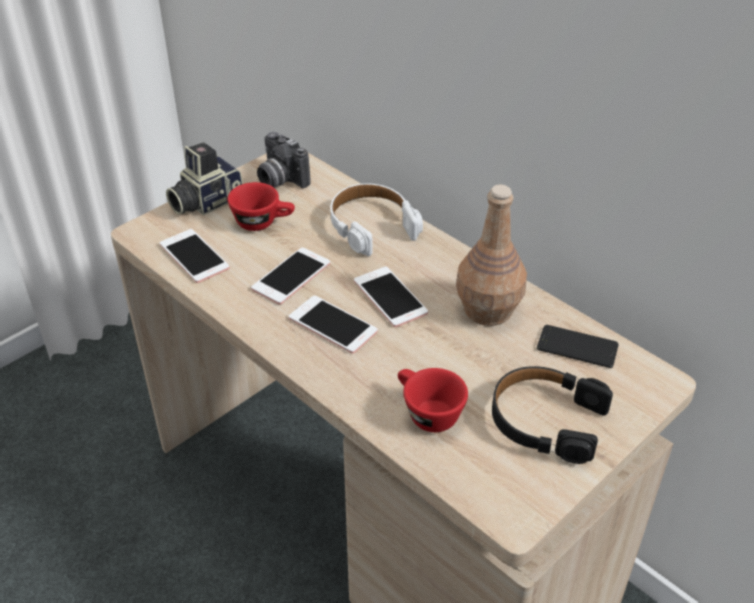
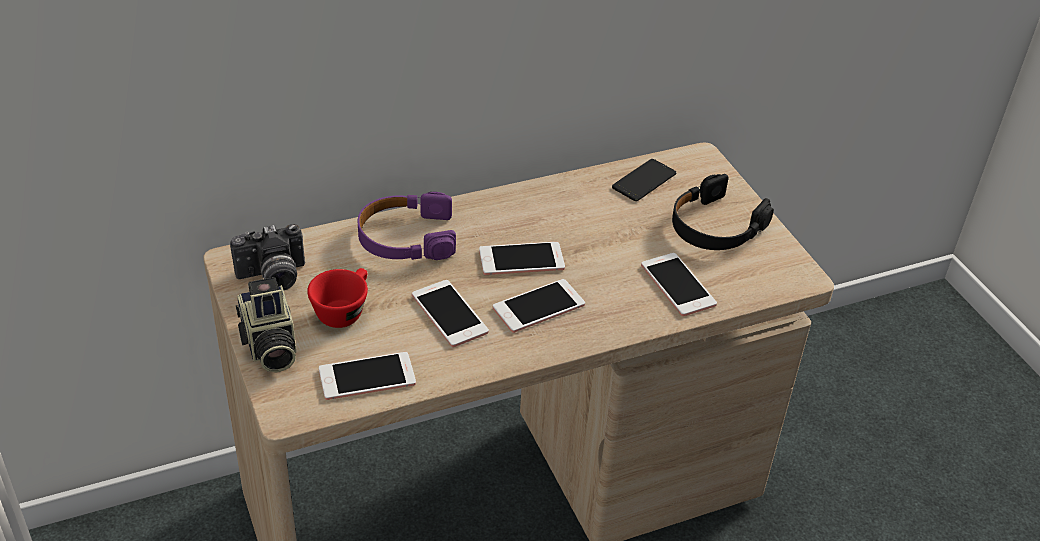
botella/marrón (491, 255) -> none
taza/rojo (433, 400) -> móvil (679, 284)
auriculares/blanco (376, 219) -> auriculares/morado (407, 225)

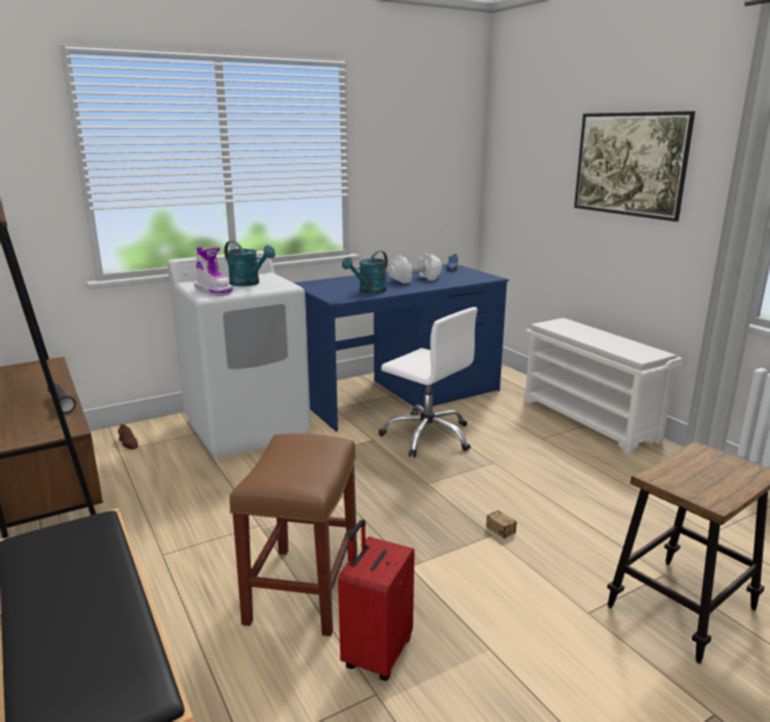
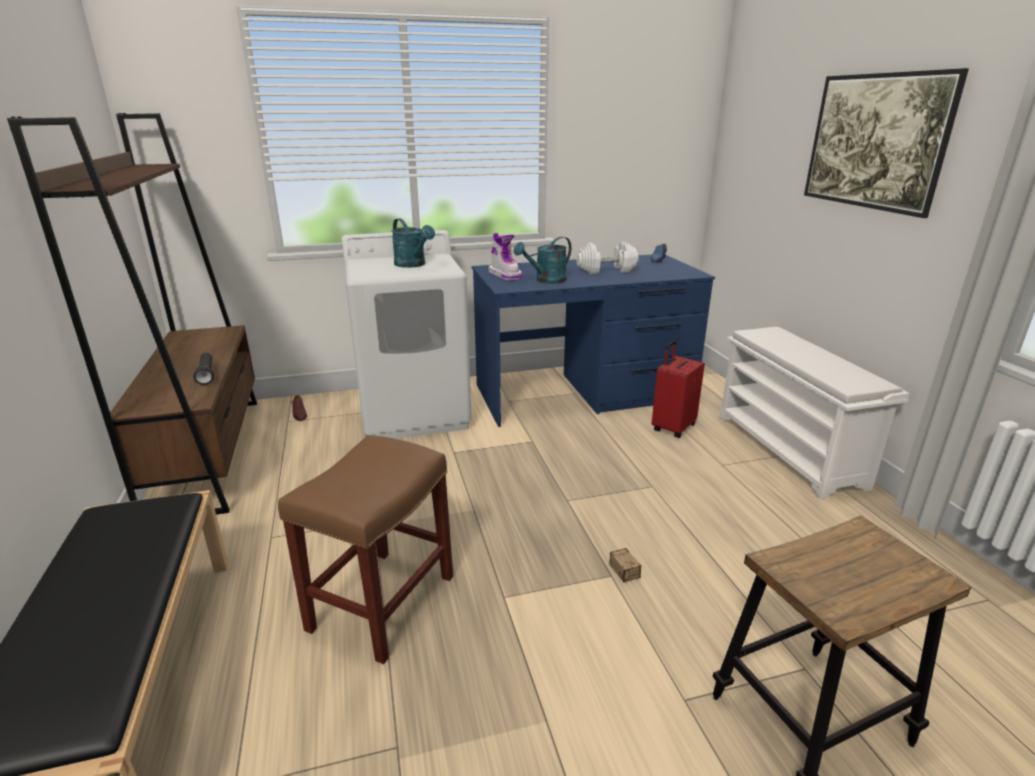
silla de oficina/blanco (428, 382) -> none
bota (213, 271) -> bota (505, 257), shifted
maleta/rojo (376, 600) -> maleta/rojo (678, 389), shifted

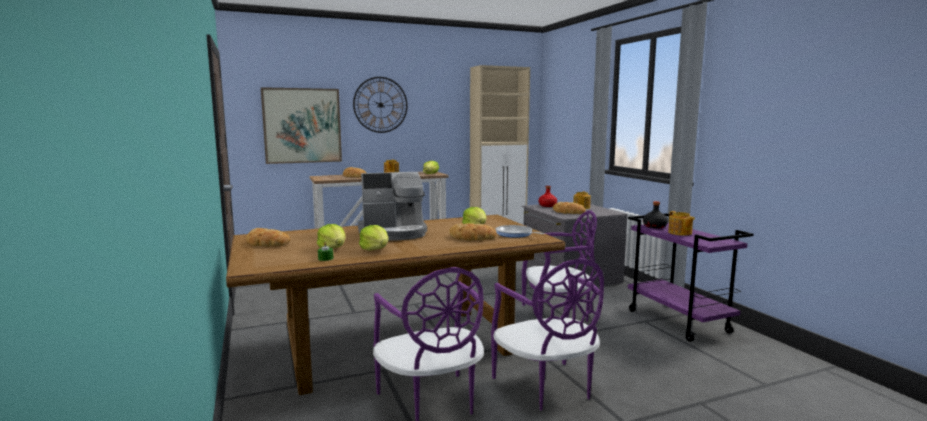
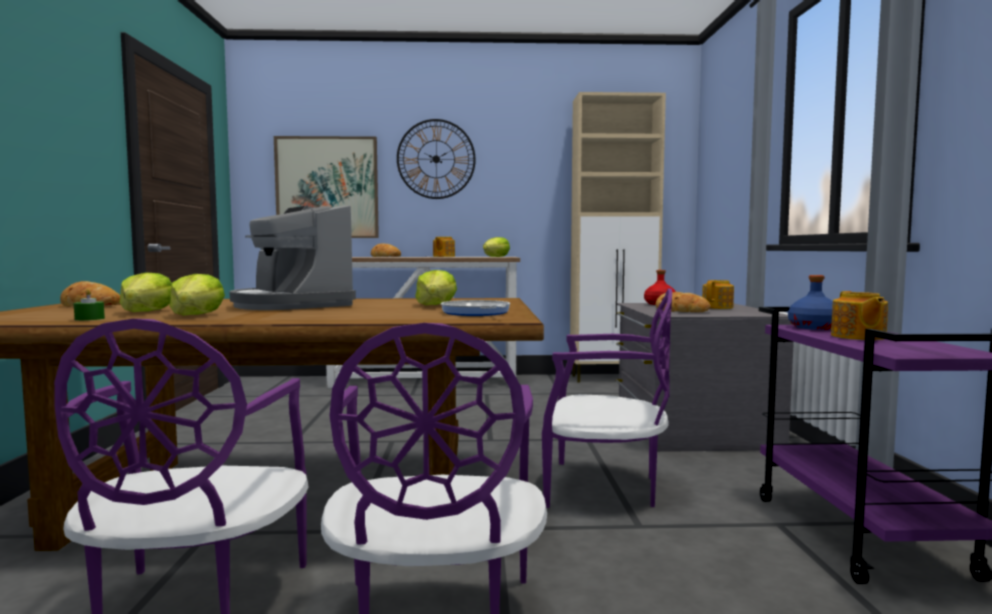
pan (473, 232) -> none
botella/negro (655, 214) -> botella/azul (810, 302)
cafetera (392, 206) -> cafetera (292, 257), 45 degrees clockwise

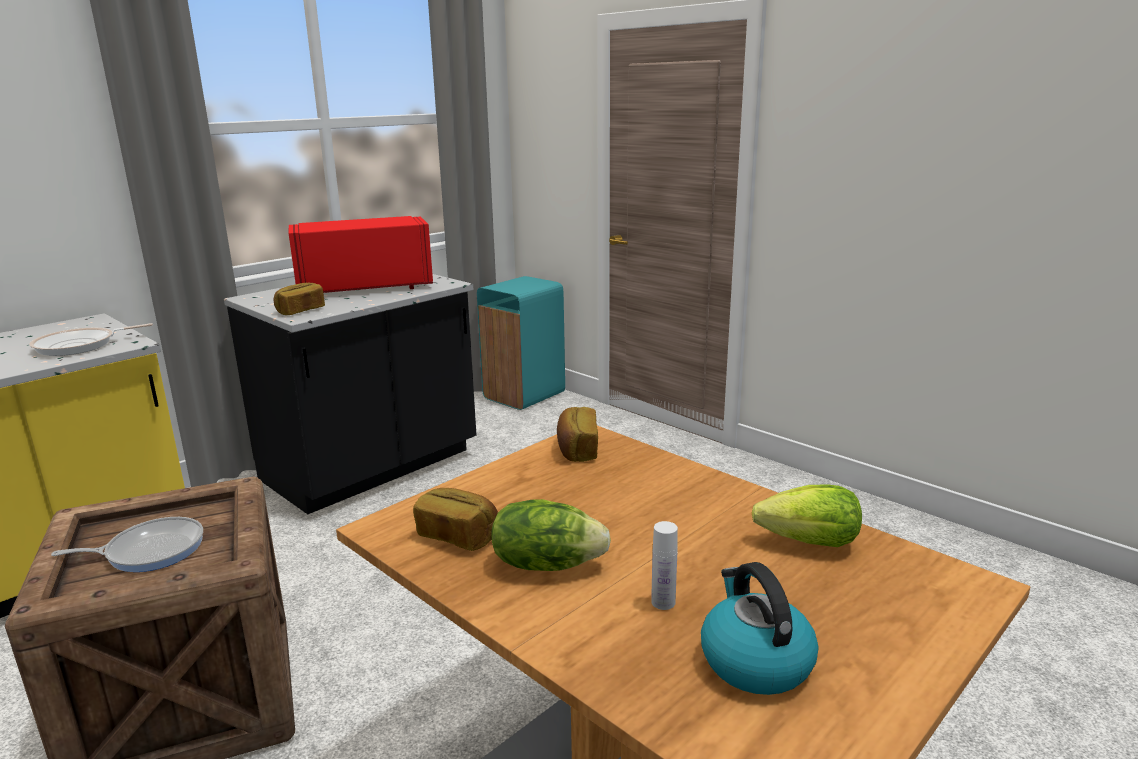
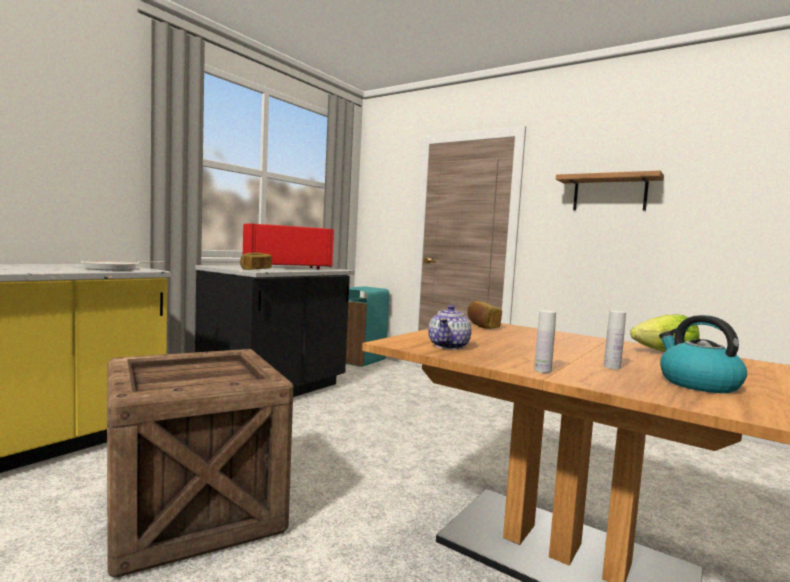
sartén (127, 544) -> none
lechuga (551, 535) -> none
none -> botella/blanco (545, 341)
none -> estante (610, 190)
pan (455, 519) -> tetera (450, 327)

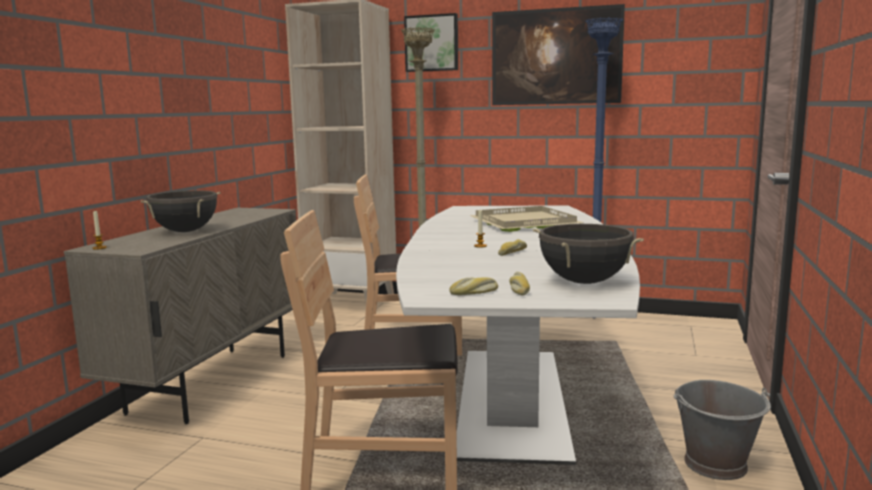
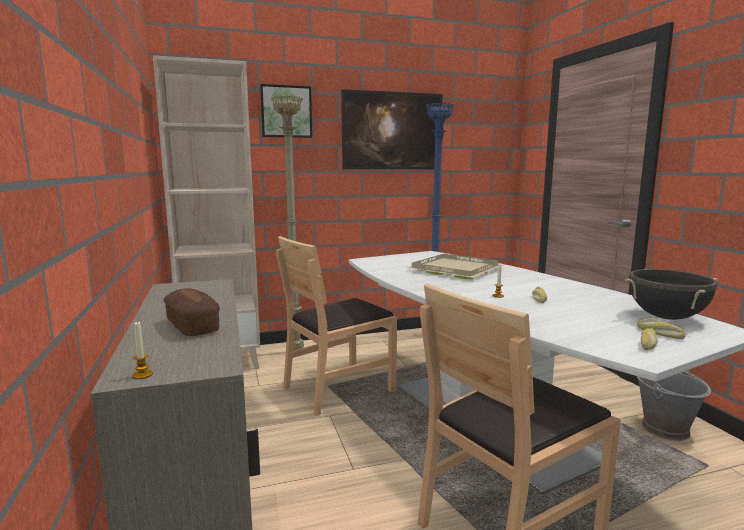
olla/negro (181, 211) -> pan (191, 312)

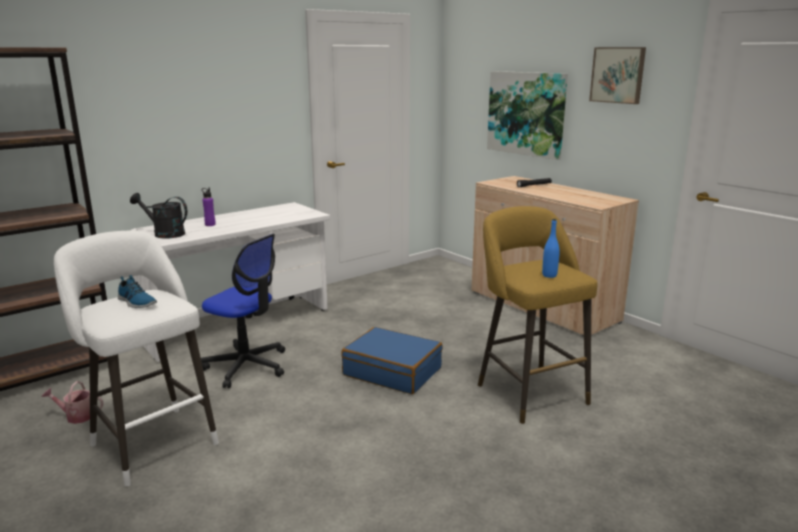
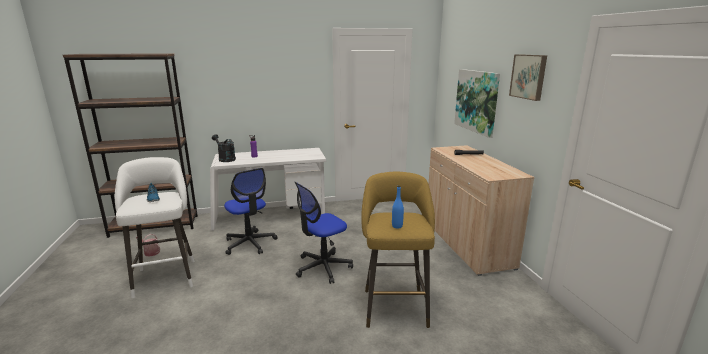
maleta/azul (392, 360) -> silla de oficina (324, 233)

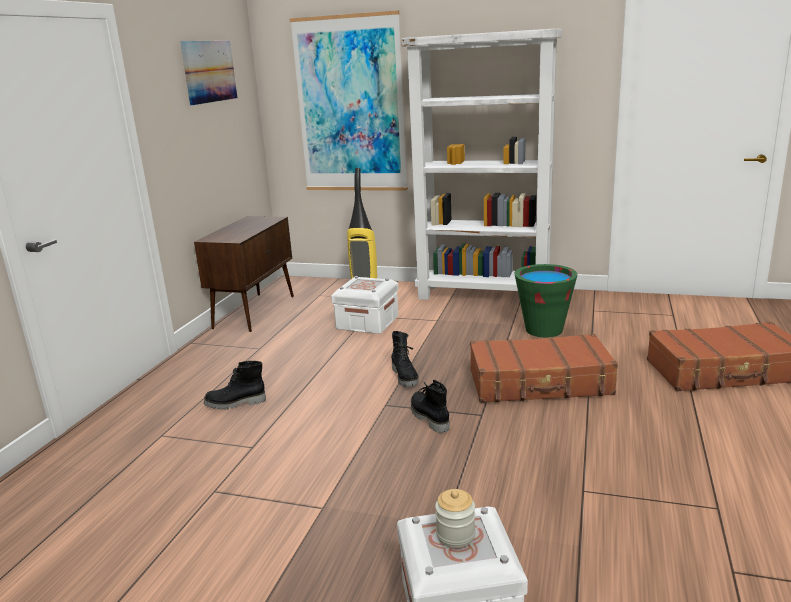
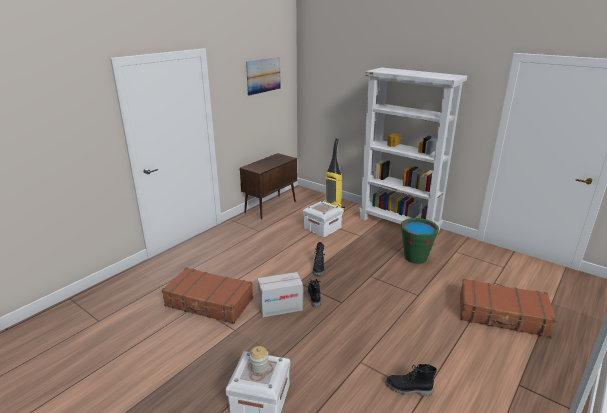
cuadro (349, 100) -> none
none -> caja de cartón (280, 294)
bota/negro (235, 385) -> bota/negro (411, 380), shifted
maleta/marrón (544, 368) -> maleta/marrón (207, 295), shifted

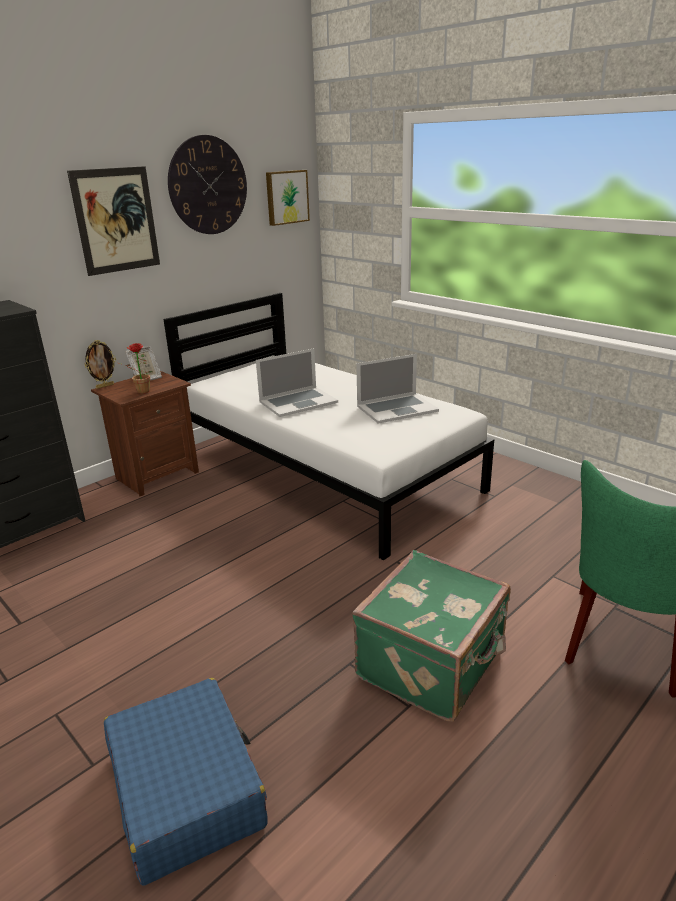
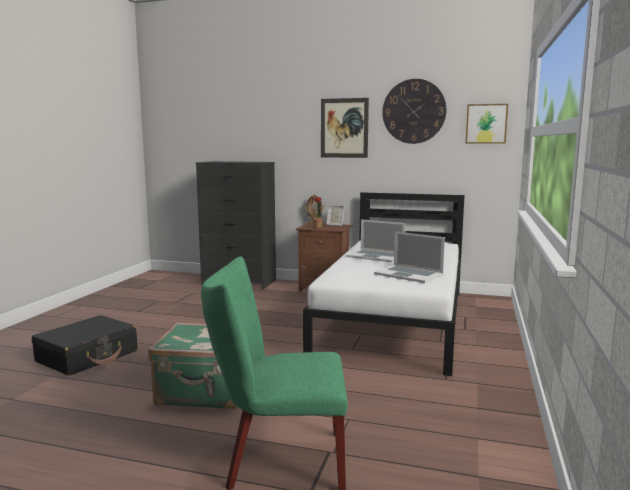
maleta/azul (186, 781) -> maleta/negro (84, 345)

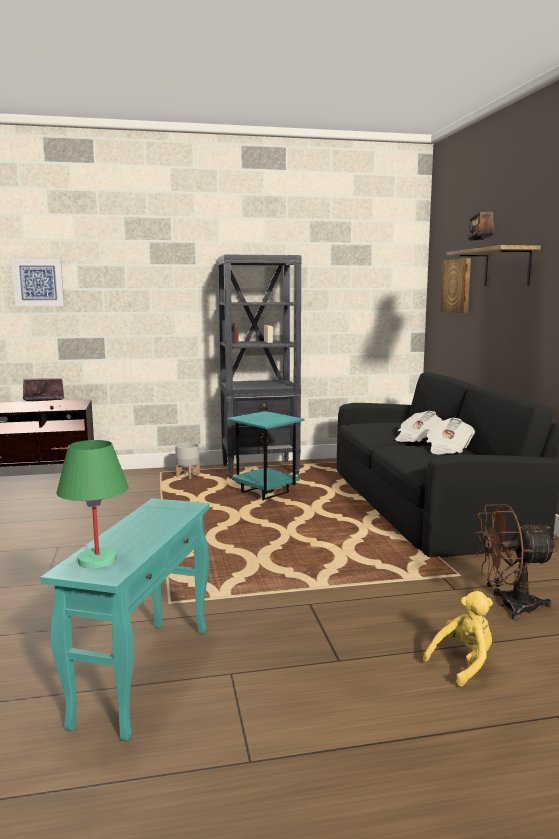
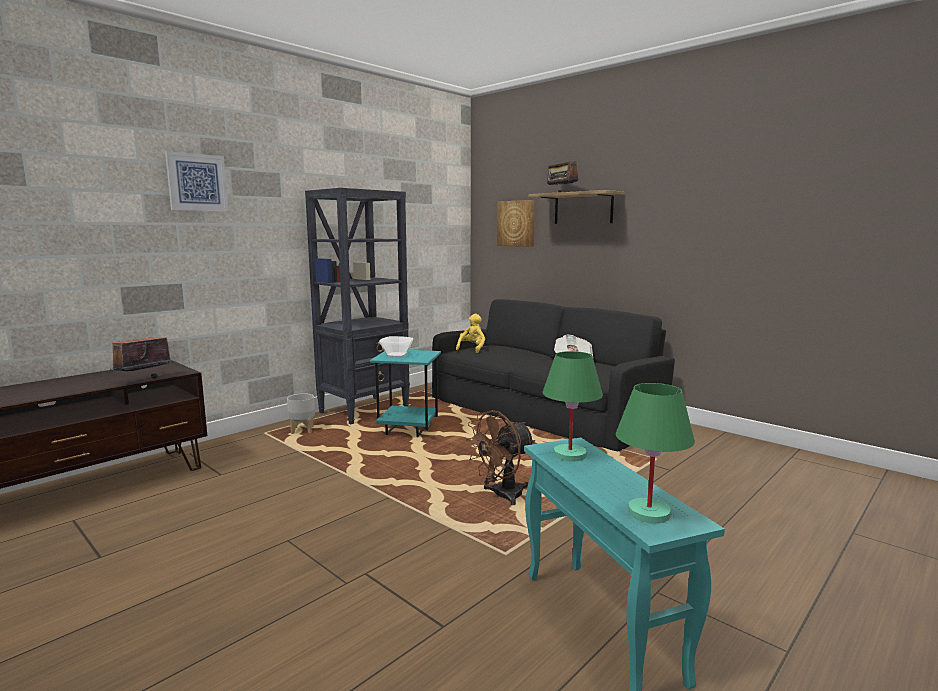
periódico (418, 426) -> none
none -> cuenco (396, 346)
none -> lámpara de mesa/verde (573, 406)
cuadro (37, 282) -> cuadro (196, 181), shifted
peluche/amarillo (458, 639) -> peluche/amarillo (470, 333), shifted
ventilador/marrón (516, 562) -> ventilador/marrón (500, 457), shifted

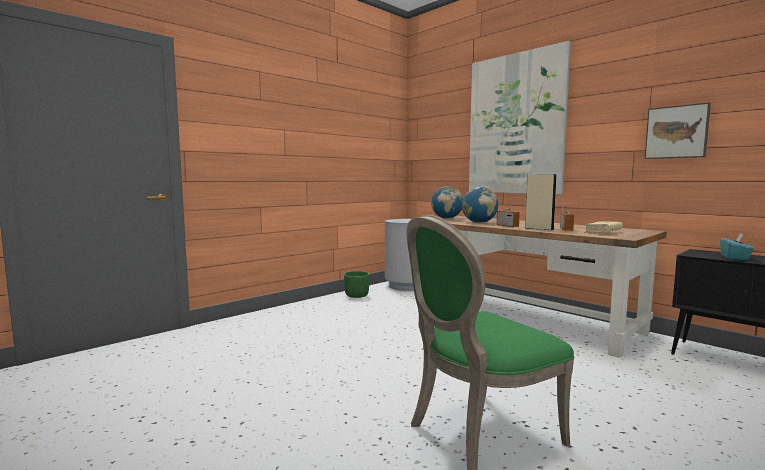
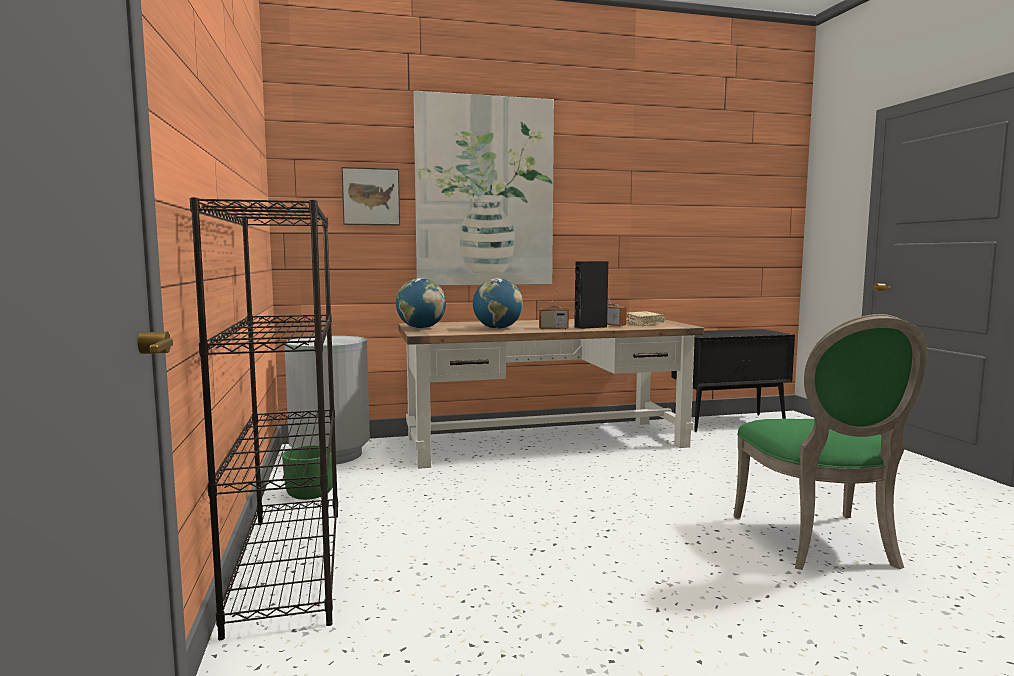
caja de pañuelos/turquesa (737, 246) -> none
none -> estantería/negro (264, 418)
cuadro (677, 130) -> cuadro (371, 196), shifted
altavoz/beis (541, 202) -> altavoz/negro (591, 295)

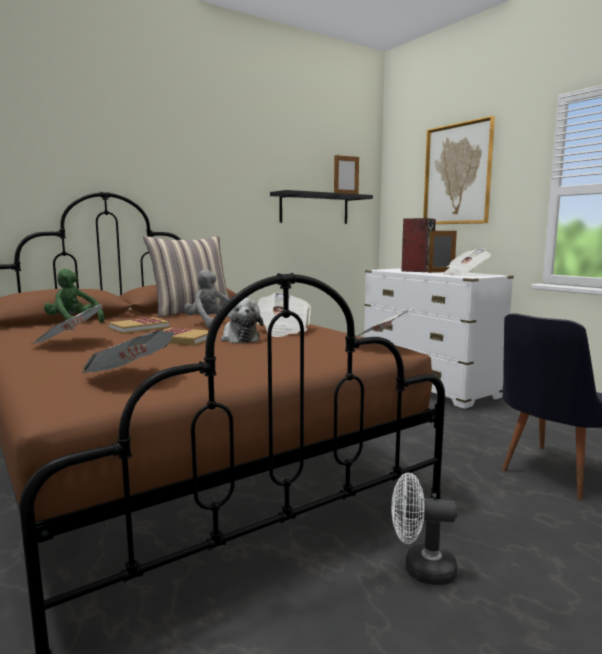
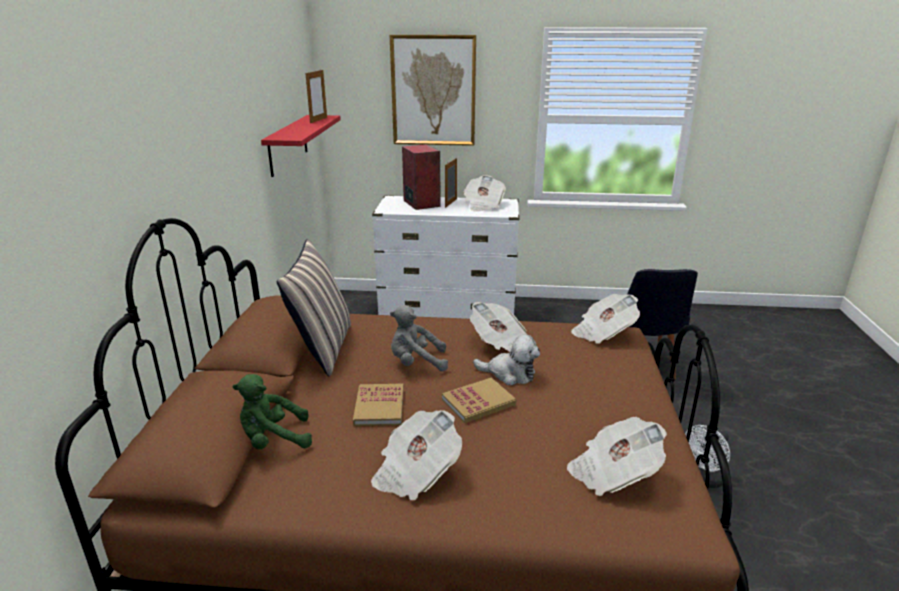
estante/negro (321, 207) -> estante/rojo (301, 146)

